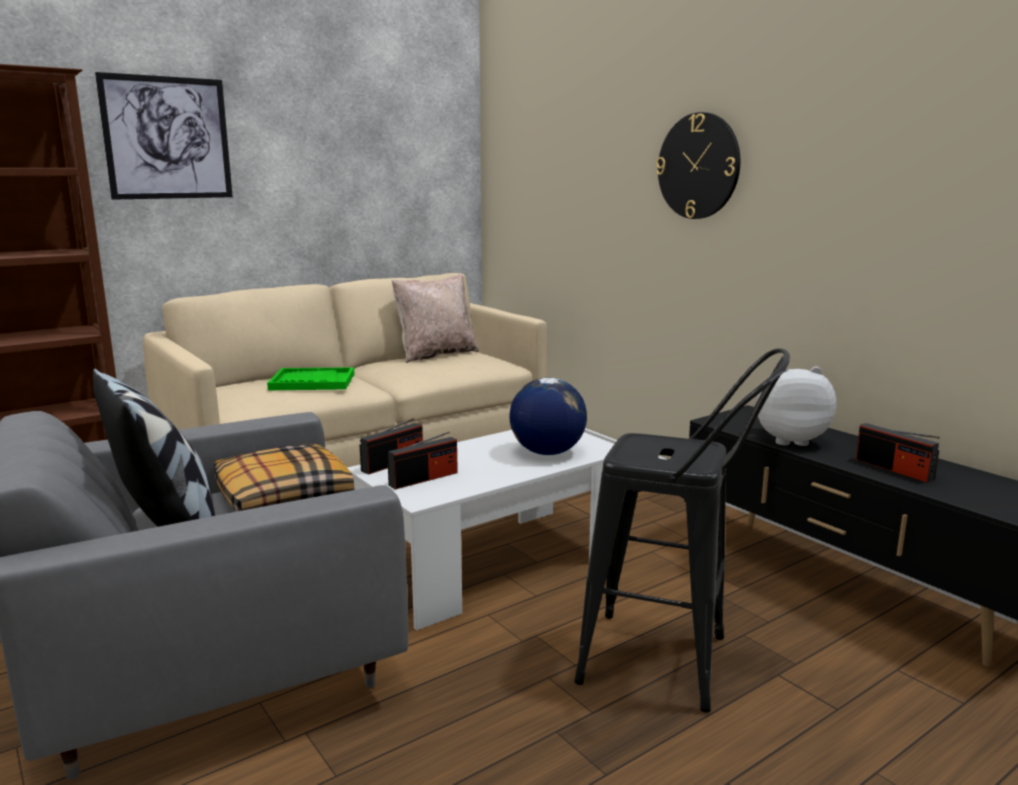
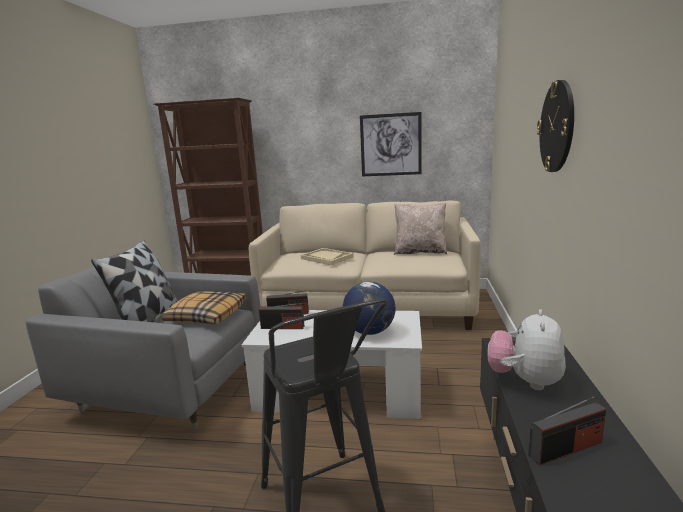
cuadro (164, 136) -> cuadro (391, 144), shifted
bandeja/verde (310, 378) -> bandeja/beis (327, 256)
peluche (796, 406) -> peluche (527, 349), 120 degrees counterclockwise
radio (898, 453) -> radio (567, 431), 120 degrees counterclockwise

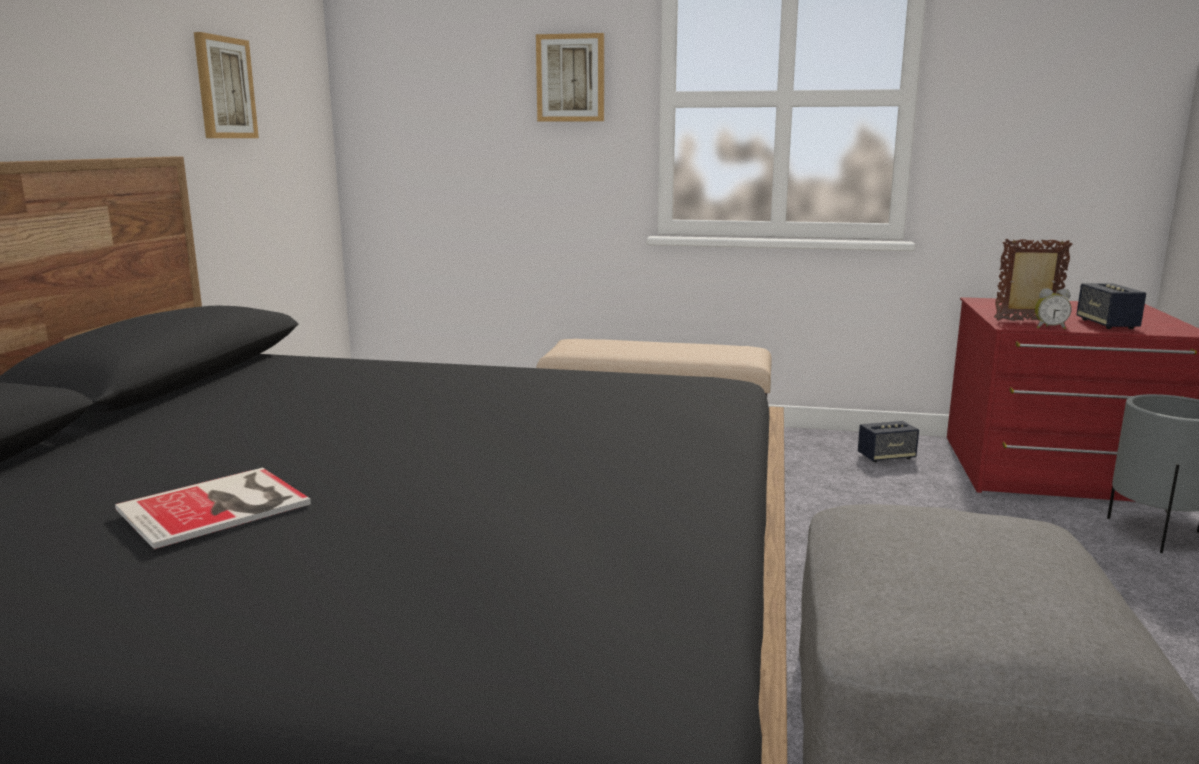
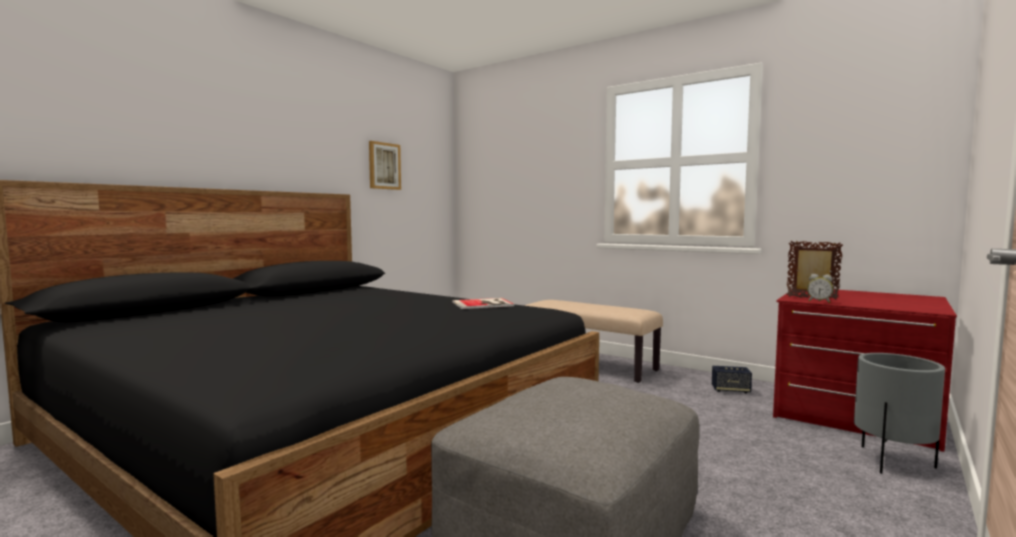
cuadro (570, 77) -> none
altavoz (1111, 306) -> none
libro (213, 508) -> libro (483, 303), shifted

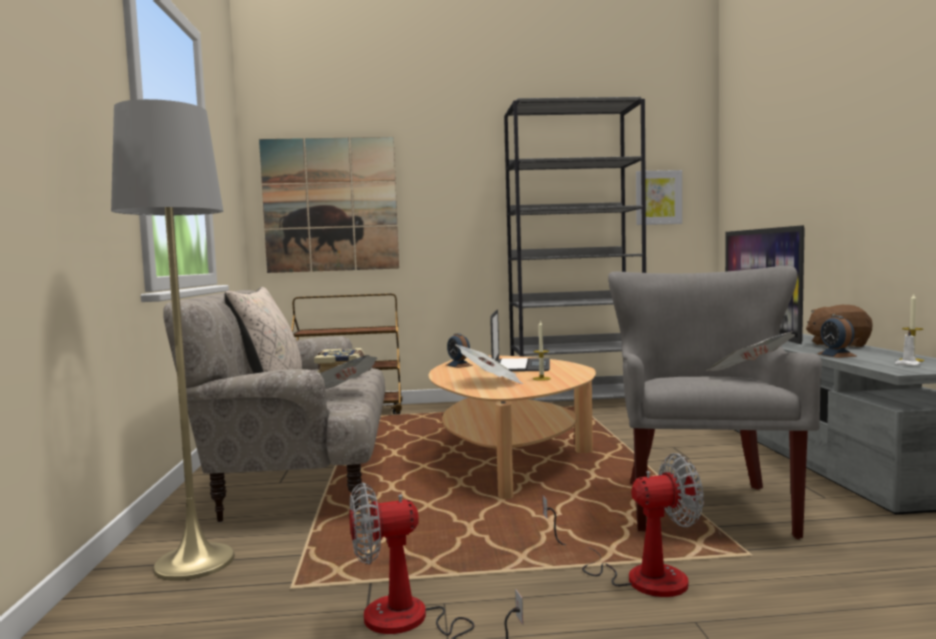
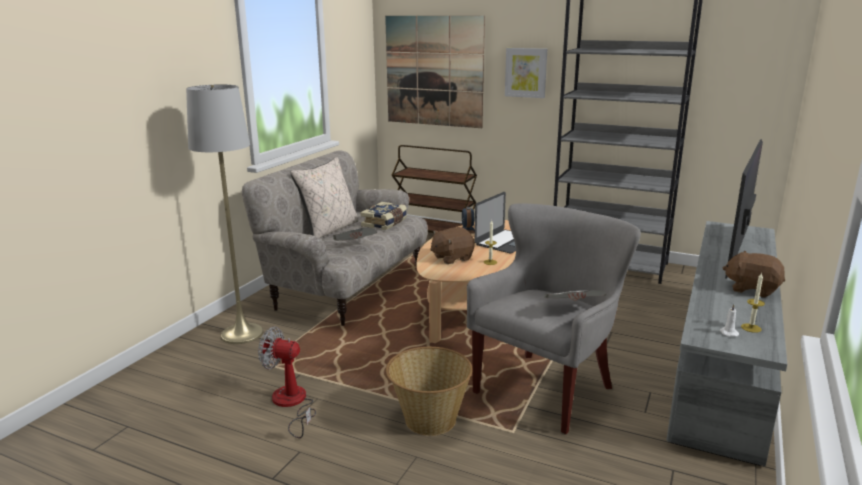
despertador (836, 336) -> none
cuadro (659, 197) -> cuadro (526, 73), shifted
periódico (489, 364) -> peluche/marrón (452, 245)
ventilador (623, 525) -> cesta (429, 391)

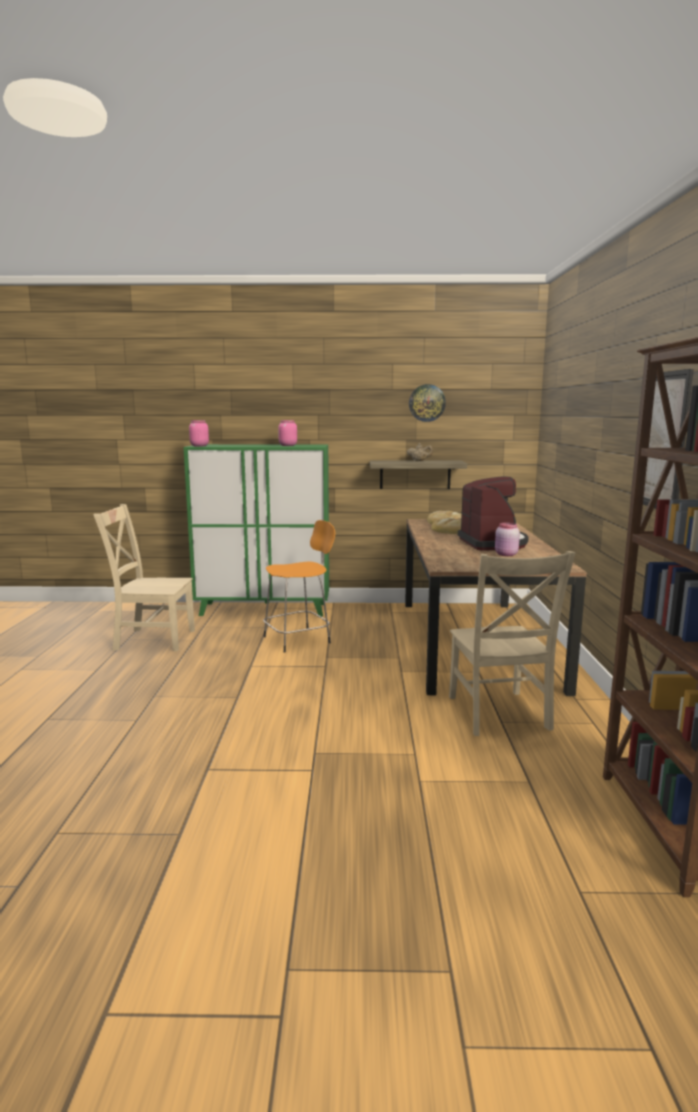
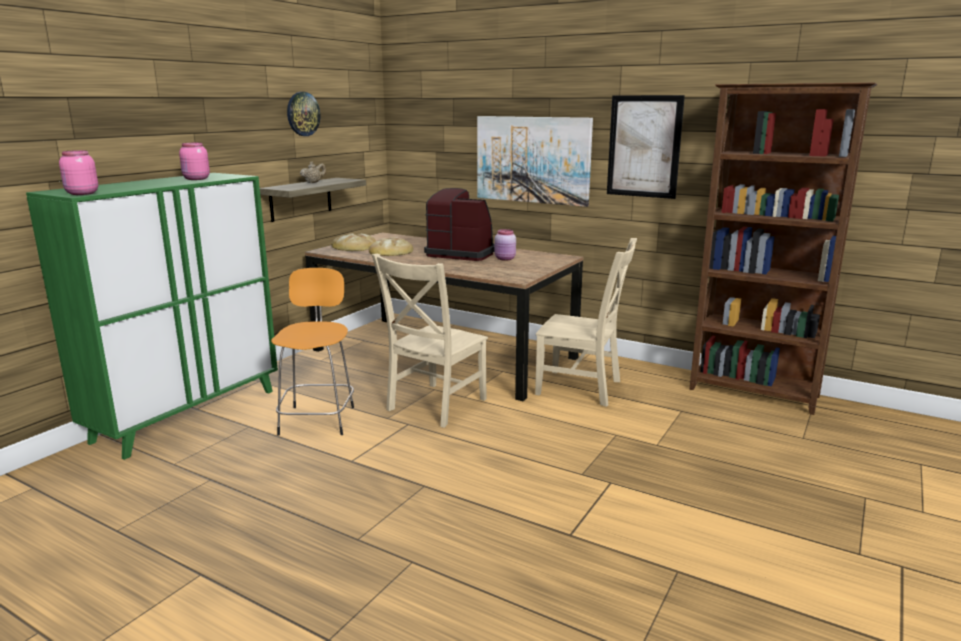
none -> cuadro (535, 161)
silla/beis (144, 577) -> silla/beis (430, 341), shifted

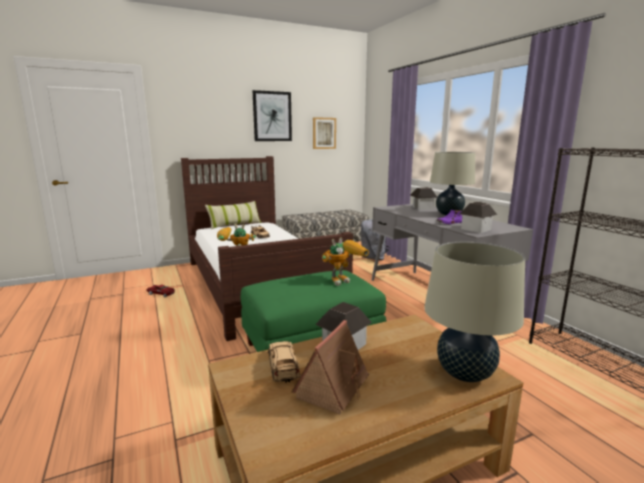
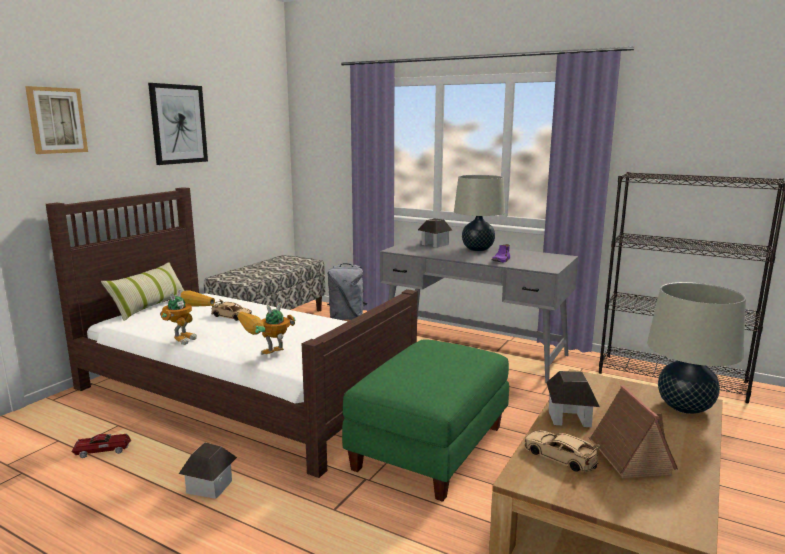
cuadro (324, 133) -> cuadro (56, 120), shifted
robot de juguete (345, 261) -> robot de juguete (187, 317), shifted
casita (478, 217) -> casita (208, 470), shifted

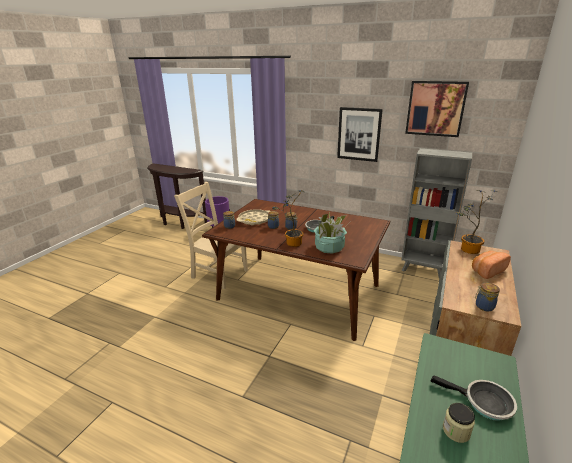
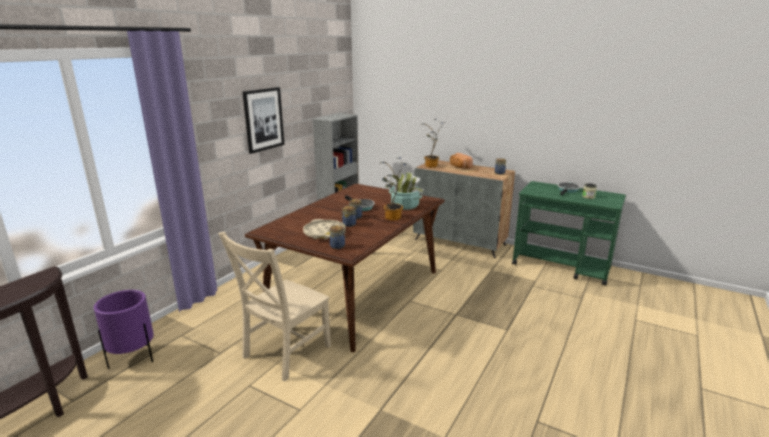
cuadro (437, 109) -> none

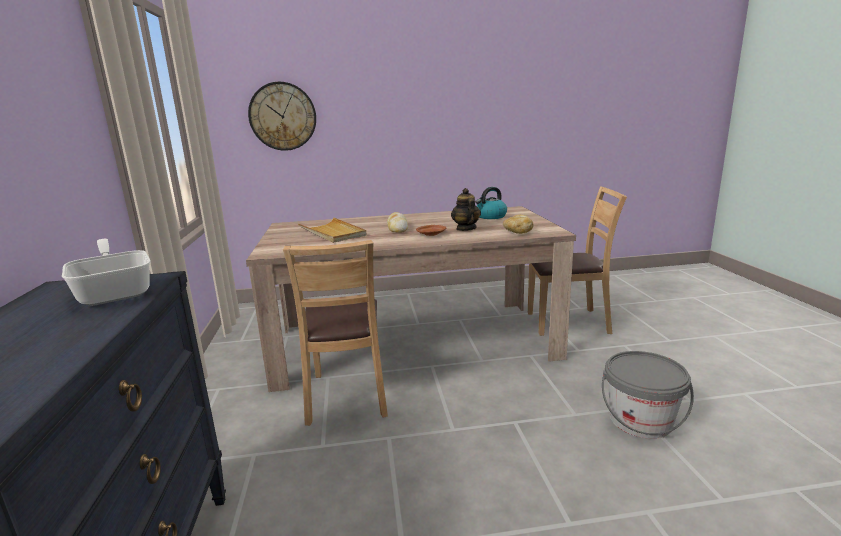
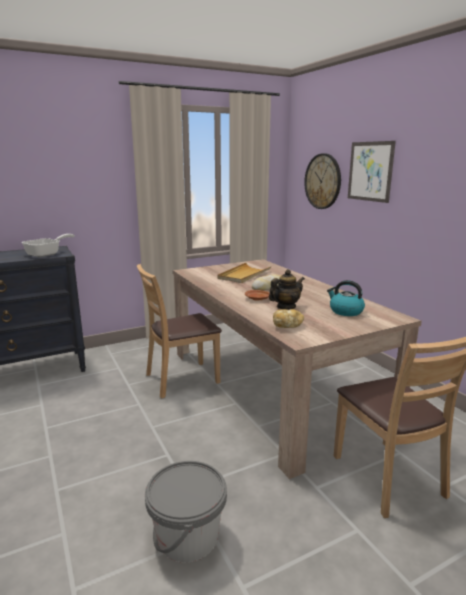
none -> cuadro (372, 172)

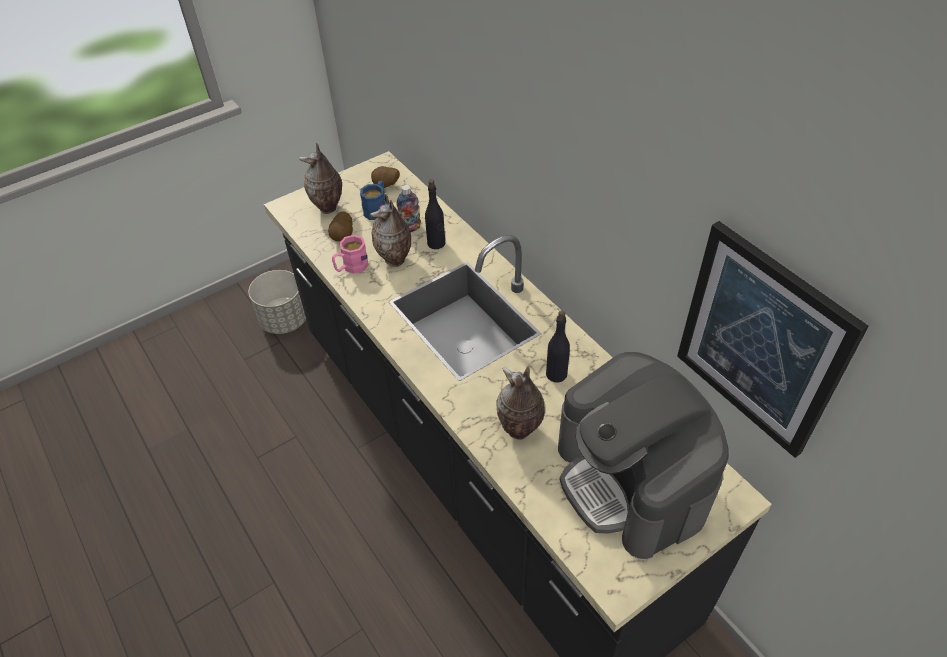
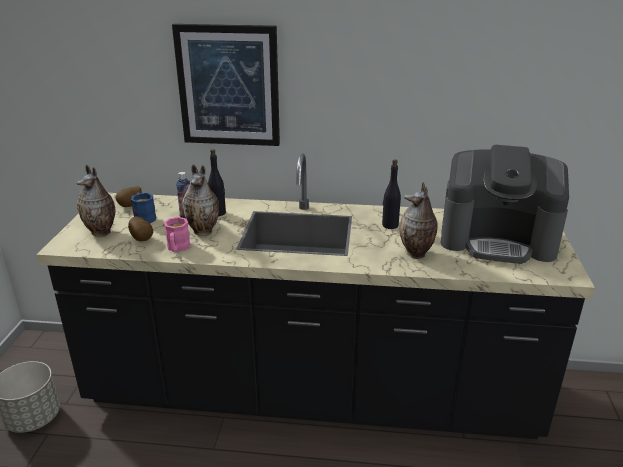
cuadro (773, 339) -> cuadro (226, 85), shifted

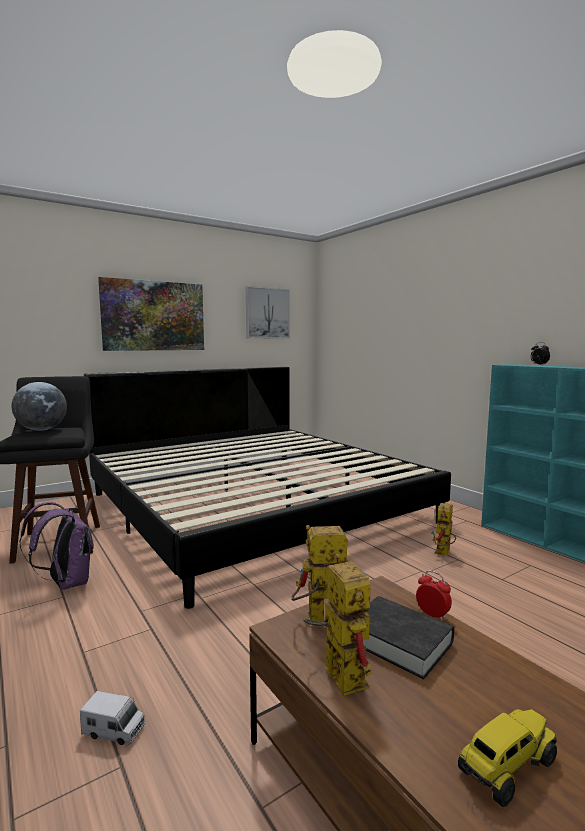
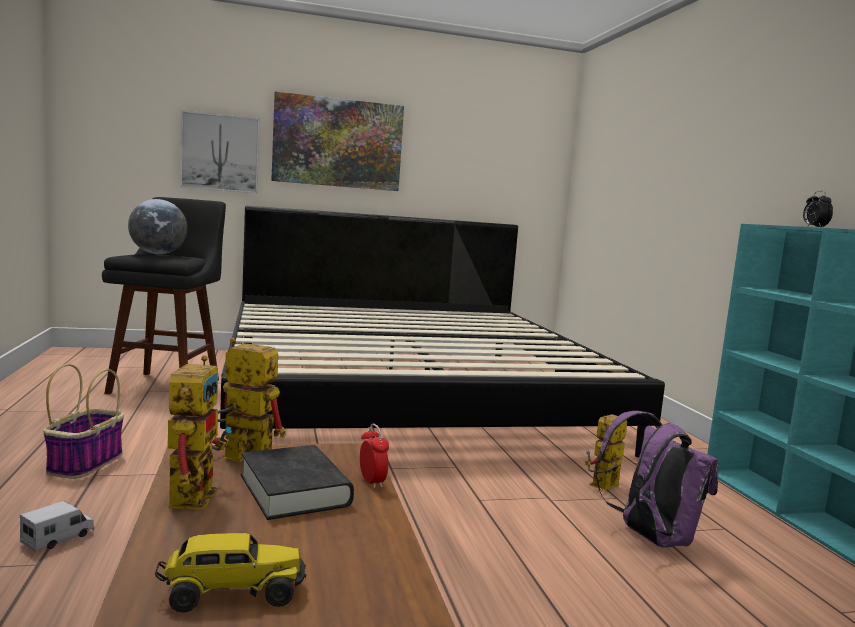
none -> cesta (83, 421)
mochila/morado (56, 546) -> mochila/morado (657, 479), shifted
cuadro (268, 312) -> cuadro (220, 151), shifted
camión de juguete (112, 718) -> camión de juguete (57, 526), 90 degrees counterclockwise

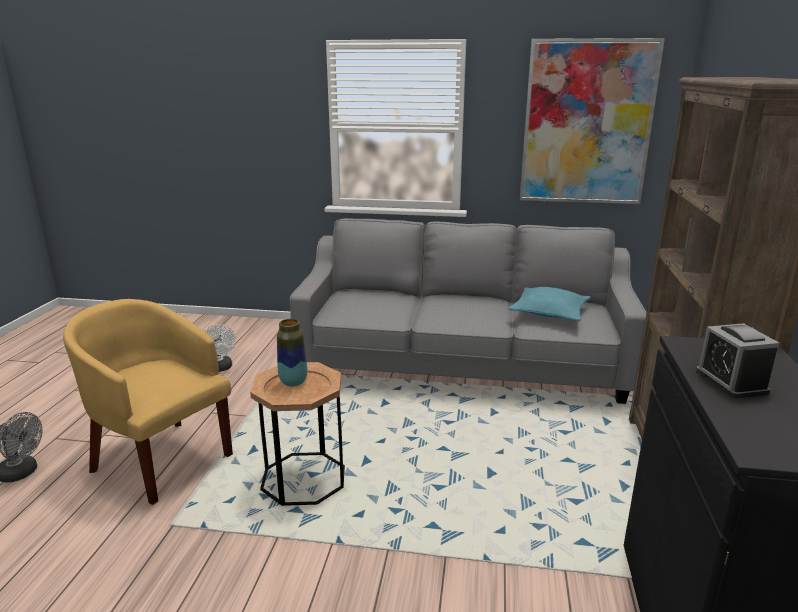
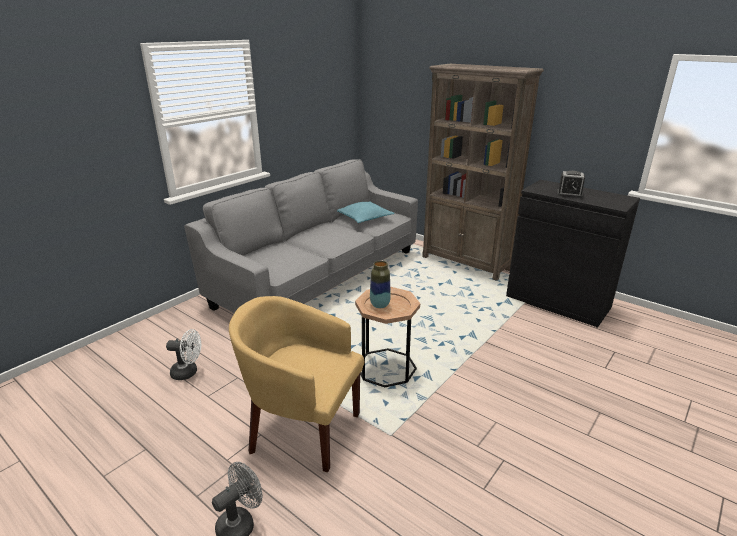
cuadro (592, 121) -> none
sillón/amarillo (148, 402) -> sillón/amarillo (296, 384), 45 degrees clockwise

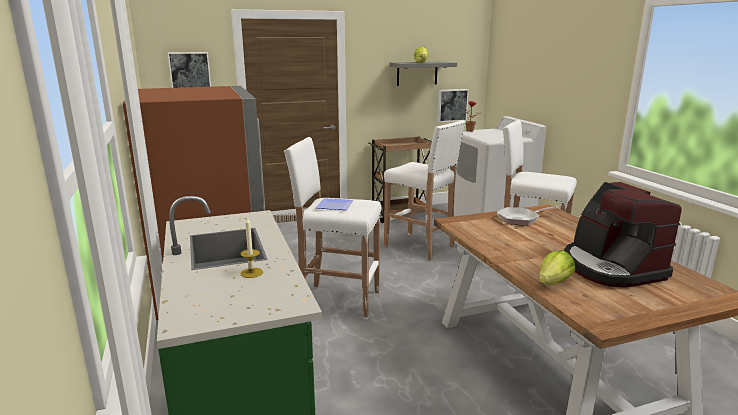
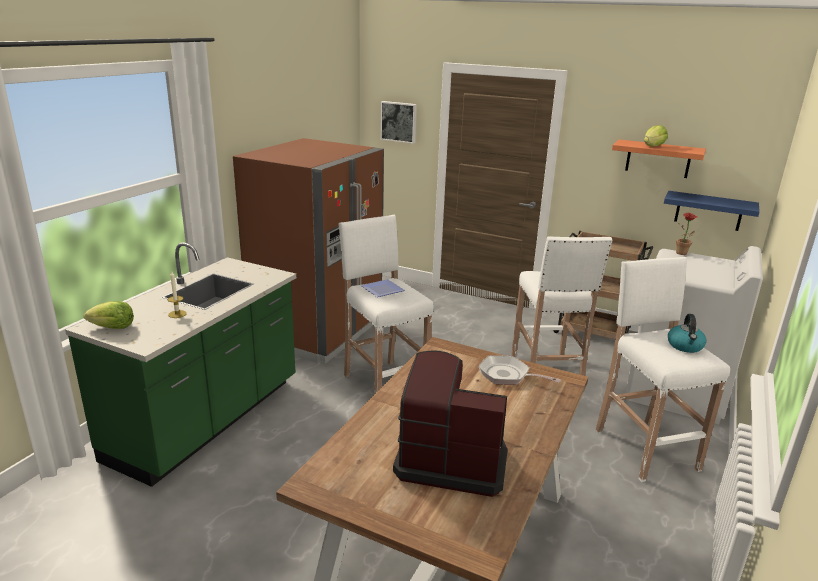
none -> hervidor (687, 333)
lechuga (557, 267) -> lechuga (109, 315), shifted
cuadro (453, 105) -> estante/azul (712, 211)
estante/gris (423, 74) -> estante/naranja (659, 158)
cafetera (623, 235) -> cafetera (450, 423), 75 degrees clockwise

